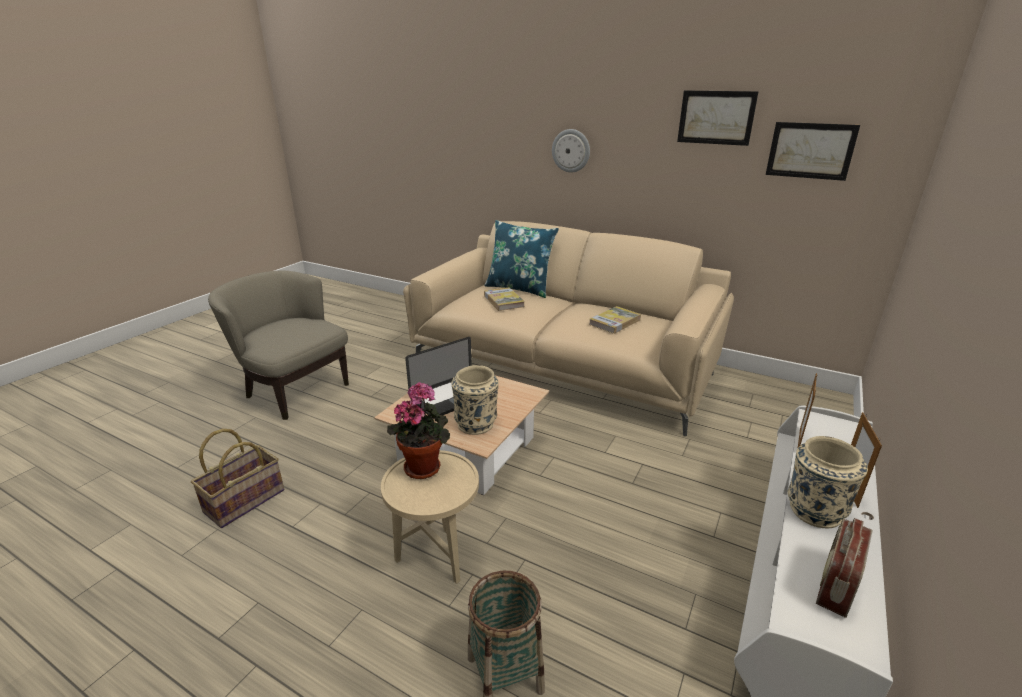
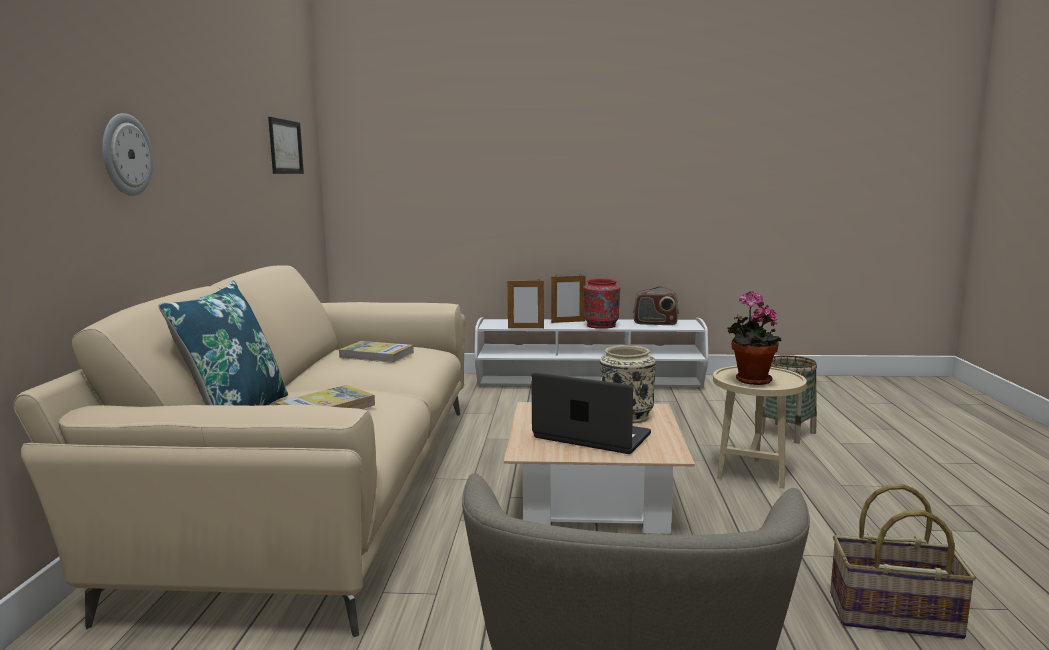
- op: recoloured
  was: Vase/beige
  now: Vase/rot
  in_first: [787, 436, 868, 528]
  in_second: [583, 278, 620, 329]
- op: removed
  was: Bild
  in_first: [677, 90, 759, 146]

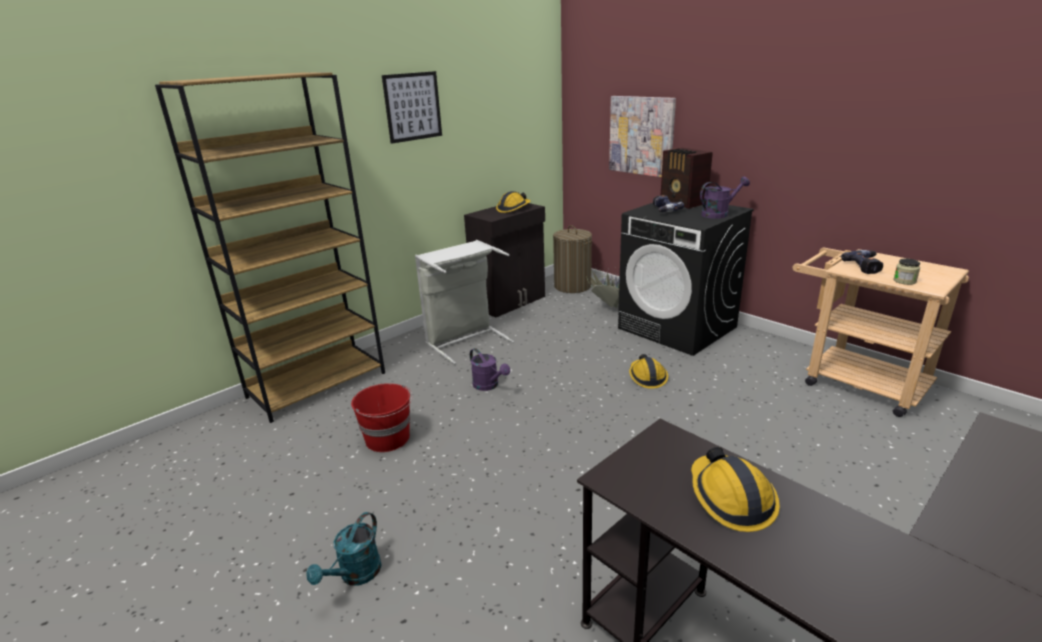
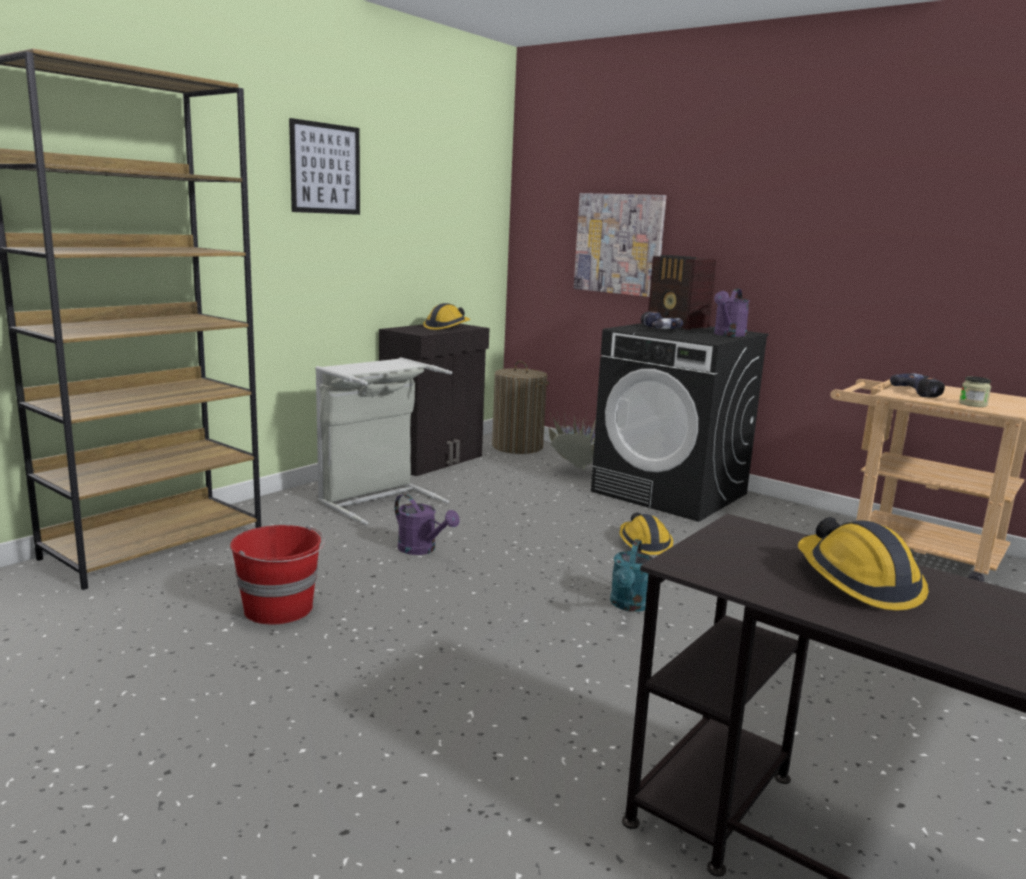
- op: moved
  was: Gießkanne/türkis
  in_first: [306, 512, 382, 585]
  in_second: [610, 539, 653, 612]
- op: turned
  was: Gießkanne/lila
  in_first: [700, 176, 750, 219]
  in_second: [714, 289, 750, 337]
  clockwise: 150

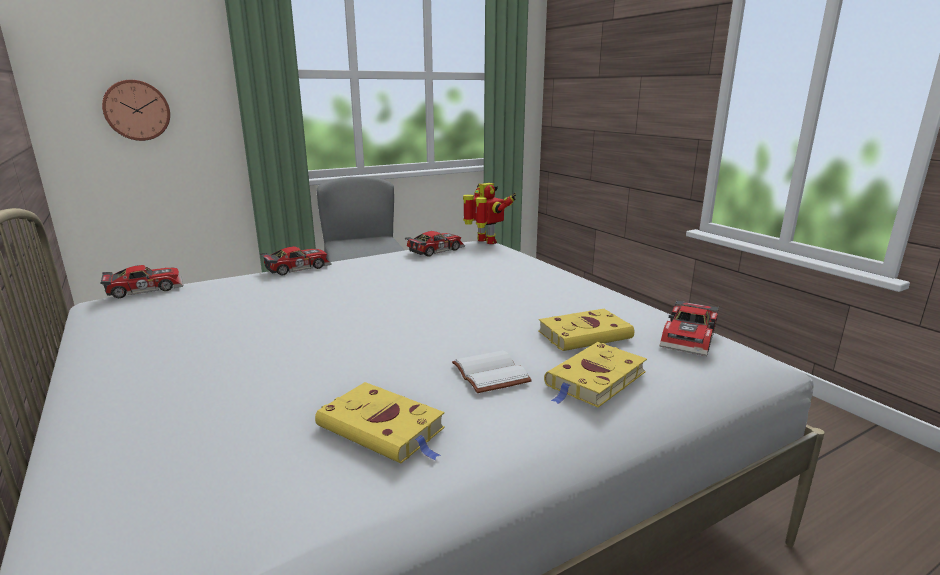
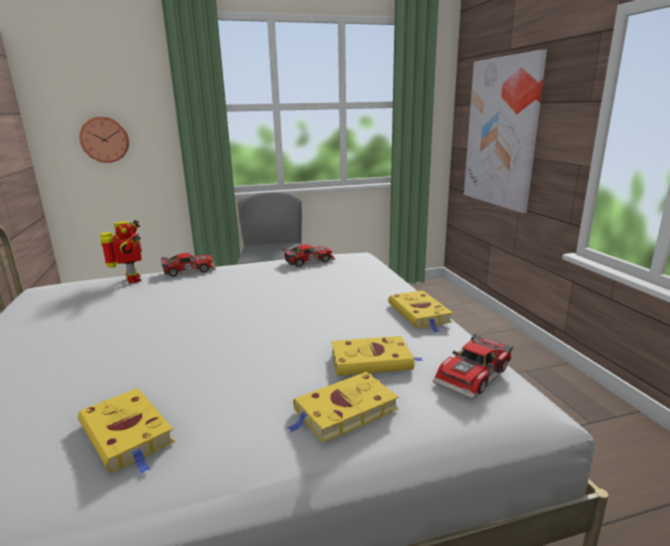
- op: moved
  was: Spielzeugroboter
  in_first: [463, 183, 516, 244]
  in_second: [100, 220, 142, 283]
- op: added
  now: Buch/gelb
  in_second: [388, 290, 453, 333]
- op: added
  now: Bild
  in_second: [464, 49, 547, 213]
- op: removed
  was: Spielzeugauto
  in_first: [100, 265, 183, 298]
- op: removed
  was: Buch/weiß
  in_first: [452, 350, 532, 393]

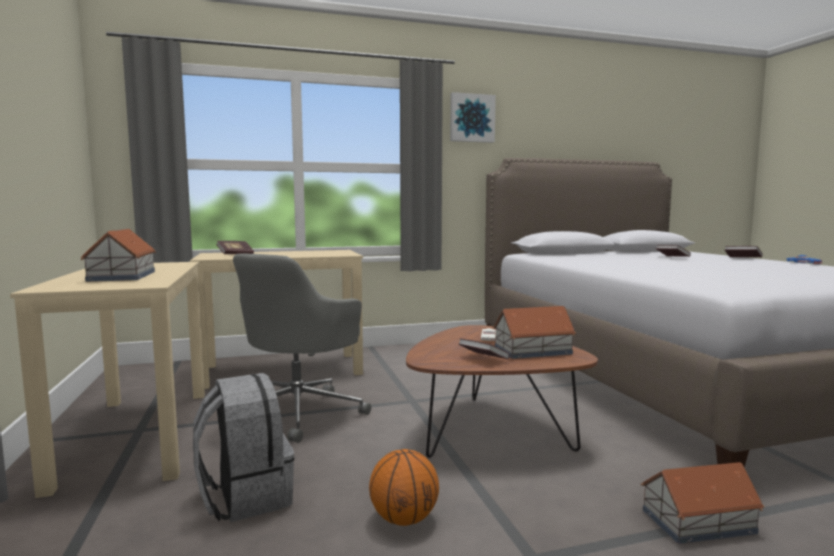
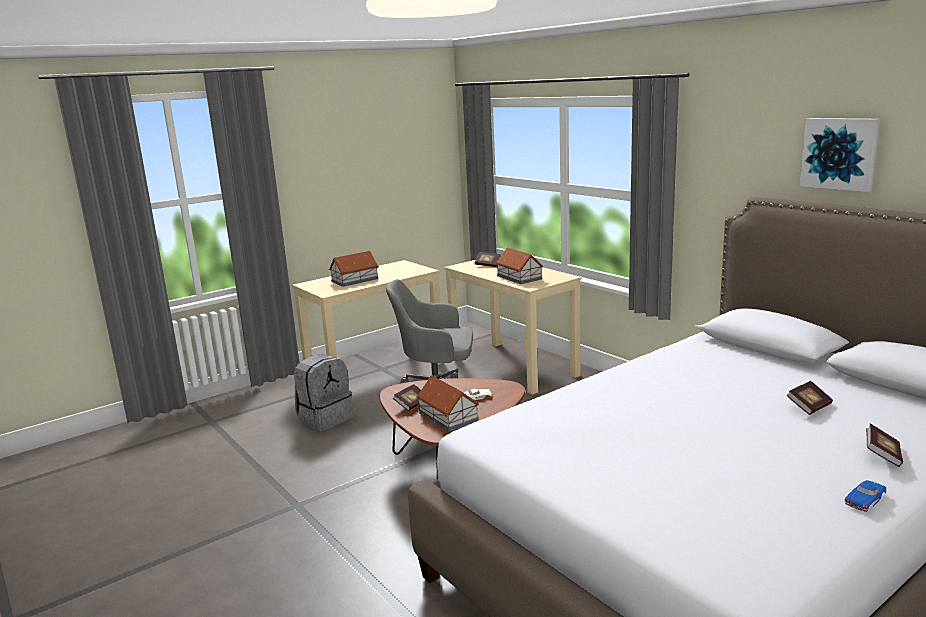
- op: moved
  was: Spielzeughaus
  in_first: [641, 462, 765, 544]
  in_second: [495, 247, 543, 284]
- op: moved
  was: Bild
  in_first: [450, 92, 496, 143]
  in_second: [800, 118, 880, 192]
- op: removed
  was: Basketball
  in_first: [369, 449, 439, 526]

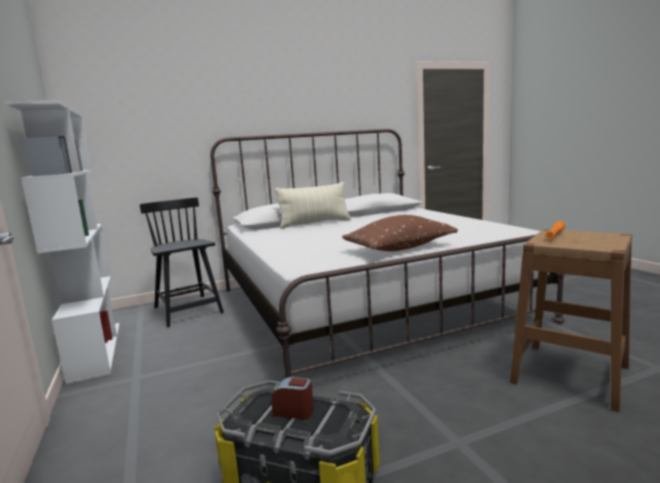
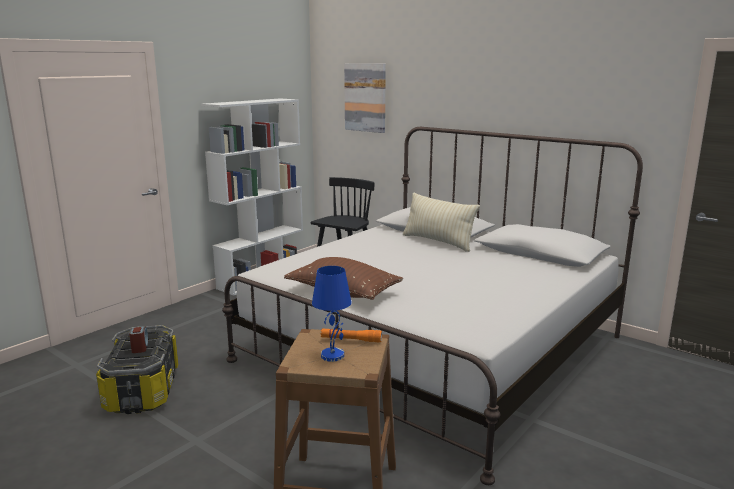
- op: added
  now: Tischlampe/blau
  in_second: [312, 266, 352, 362]
- op: added
  now: Bild
  in_second: [344, 63, 386, 133]

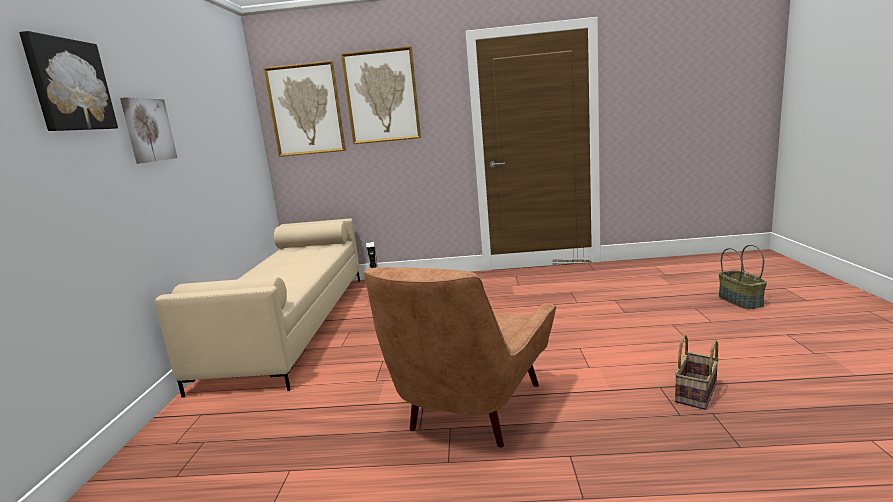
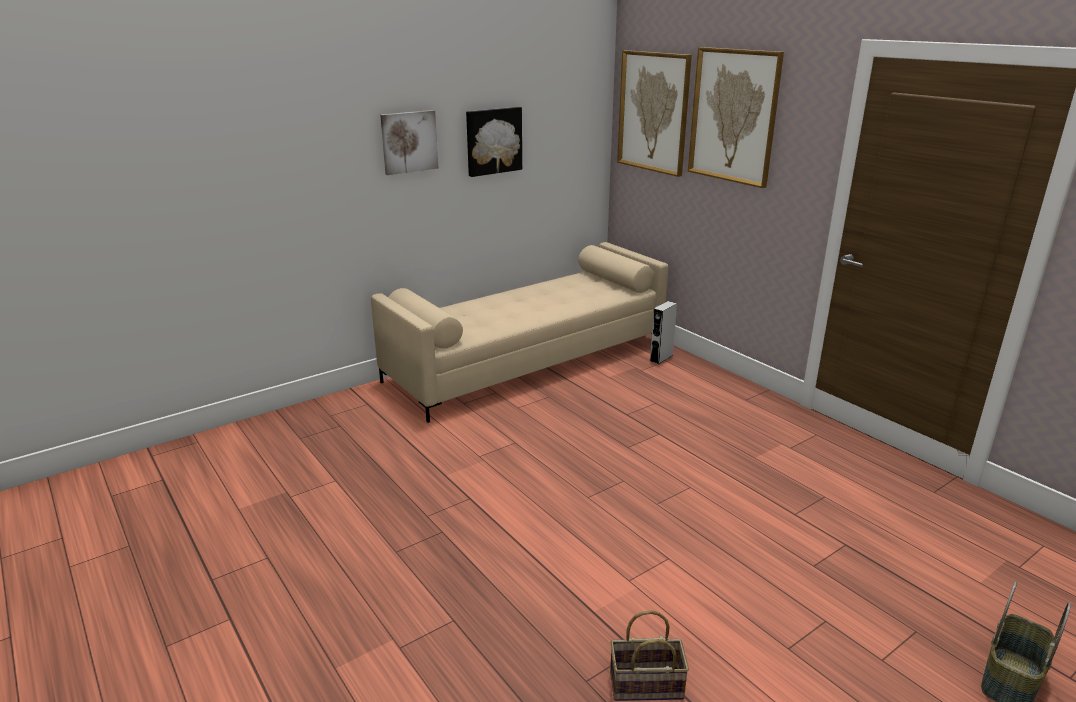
- op: moved
  was: Bild
  in_first: [19, 31, 118, 131]
  in_second: [466, 107, 522, 177]
- op: removed
  was: Sessel/braun
  in_first: [364, 267, 556, 448]

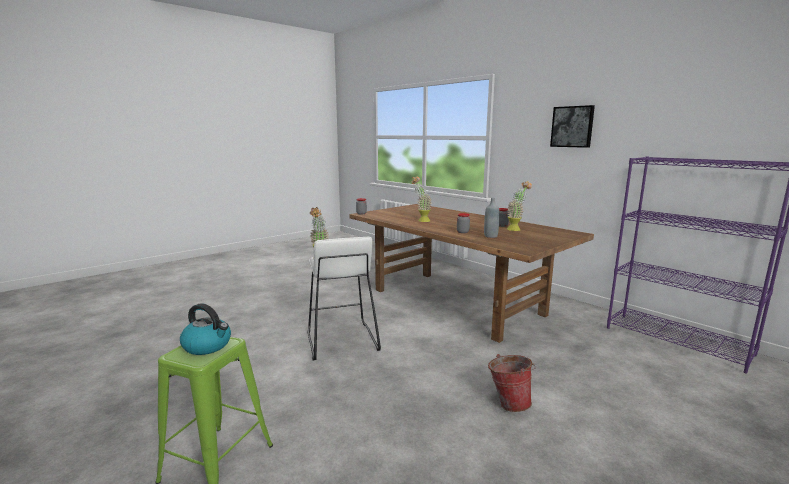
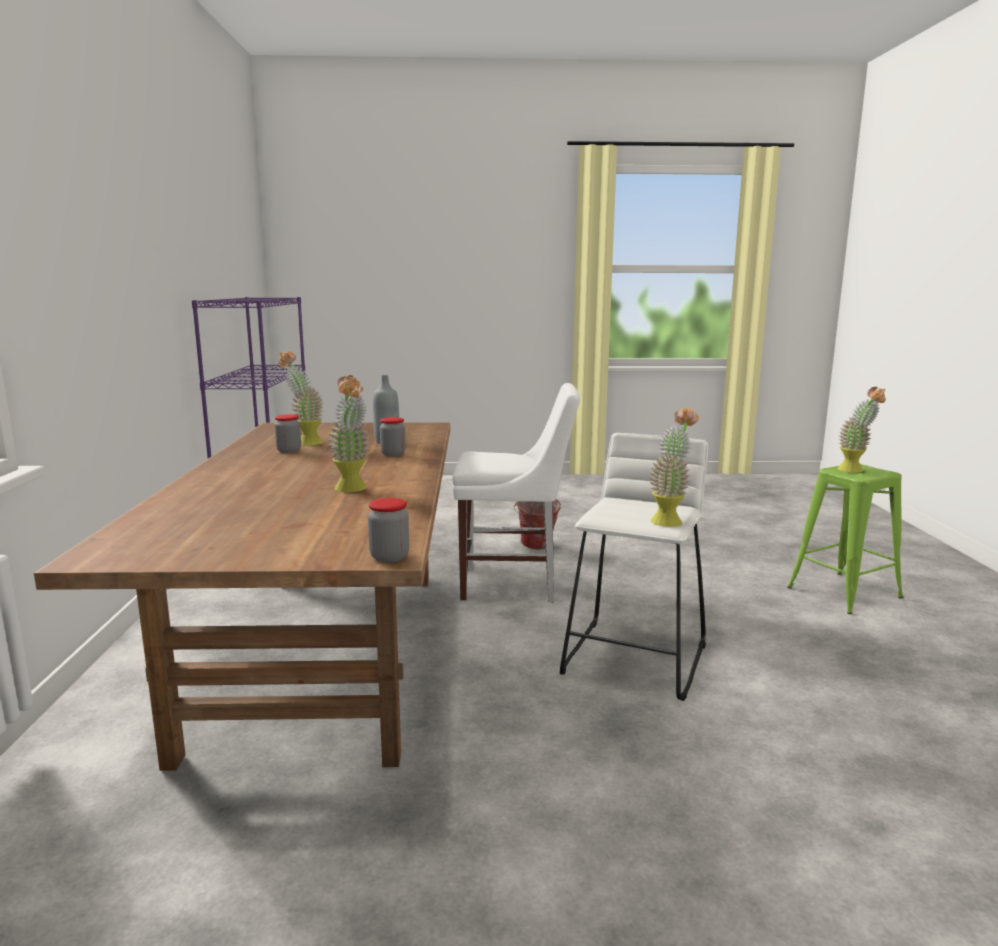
- op: added
  now: Stuhl/weiß
  in_second: [452, 383, 580, 602]
- op: replaced
  was: Wasserkessel
  now: Topfpflanze
  in_first: [180, 303, 231, 355]
  in_second: [838, 387, 886, 473]
- op: removed
  was: Bild
  in_first: [550, 105, 595, 148]

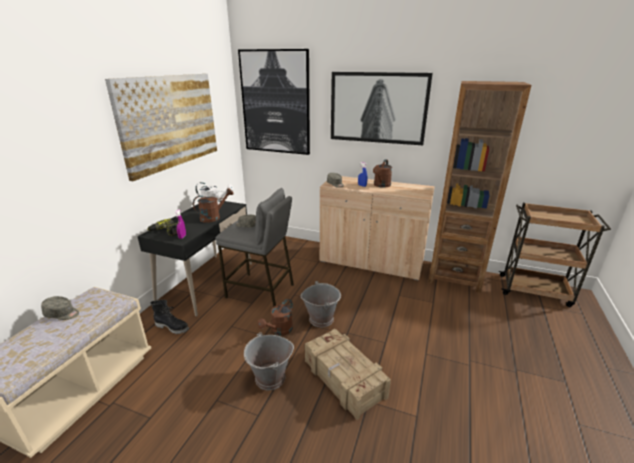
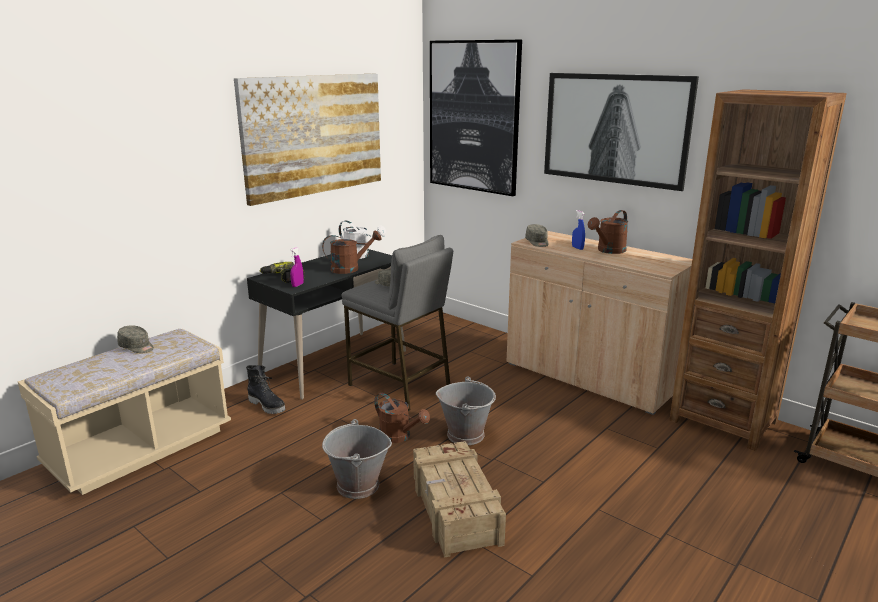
- op: turned
  was: Gießkanne/braun
  in_first: [258, 299, 293, 336]
  in_second: [374, 393, 430, 443]
  clockwise: -105

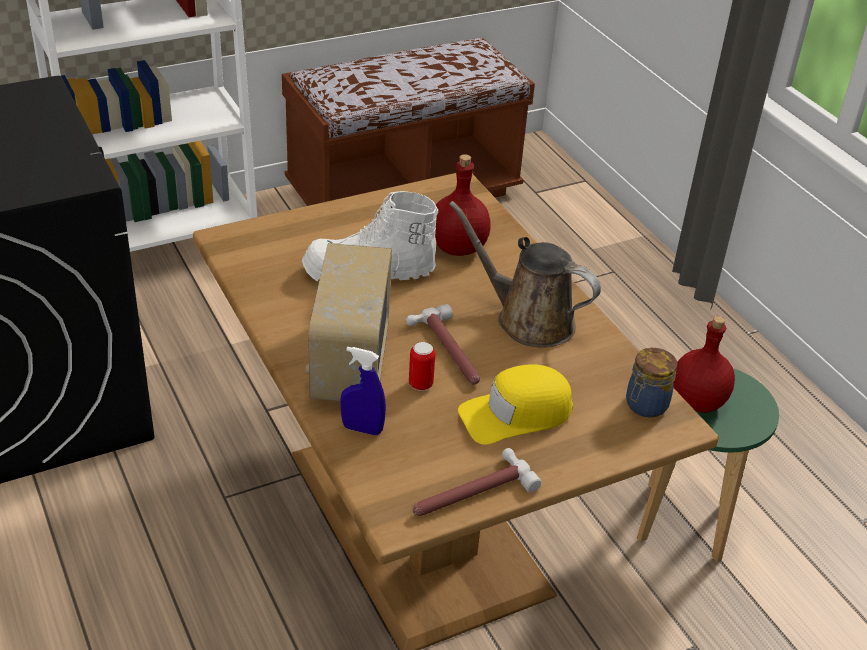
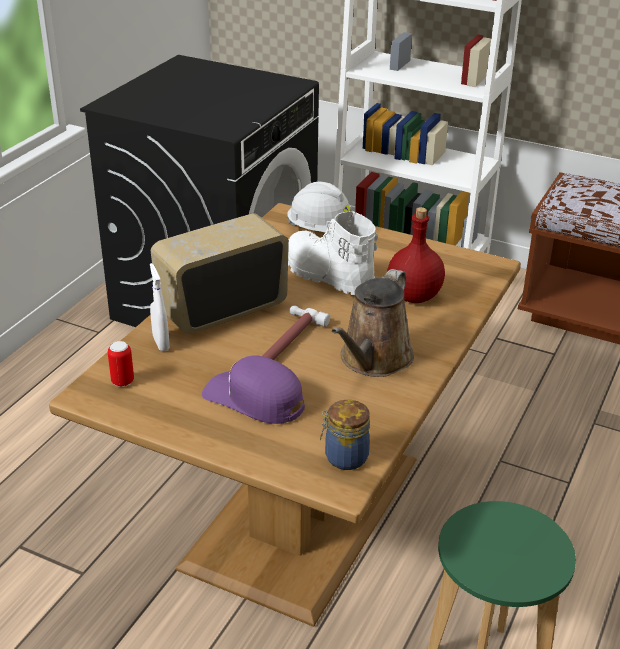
- op: moved
  was: Dose
  in_first: [409, 342, 435, 391]
  in_second: [108, 341, 134, 387]
- op: recoloured
  was: Sprühflasche/blau
  now: Sprühflasche/weiß
  in_first: [340, 347, 386, 435]
  in_second: [150, 263, 170, 351]
- op: recoloured
  was: Kappe/gelb
  now: Kappe/lila
  in_first: [458, 364, 573, 445]
  in_second: [202, 355, 305, 424]
- op: added
  now: Schutzhelm/weiß
  in_second: [287, 182, 354, 233]
- op: turned
  was: Gießkanne/braun
  in_first: [449, 201, 601, 347]
  in_second: [332, 269, 414, 377]
  clockwise: -150
- op: removed
  was: Hammer
  in_first: [413, 448, 541, 516]
- op: removed
  was: Flasche/rot
  in_first: [673, 316, 735, 413]

